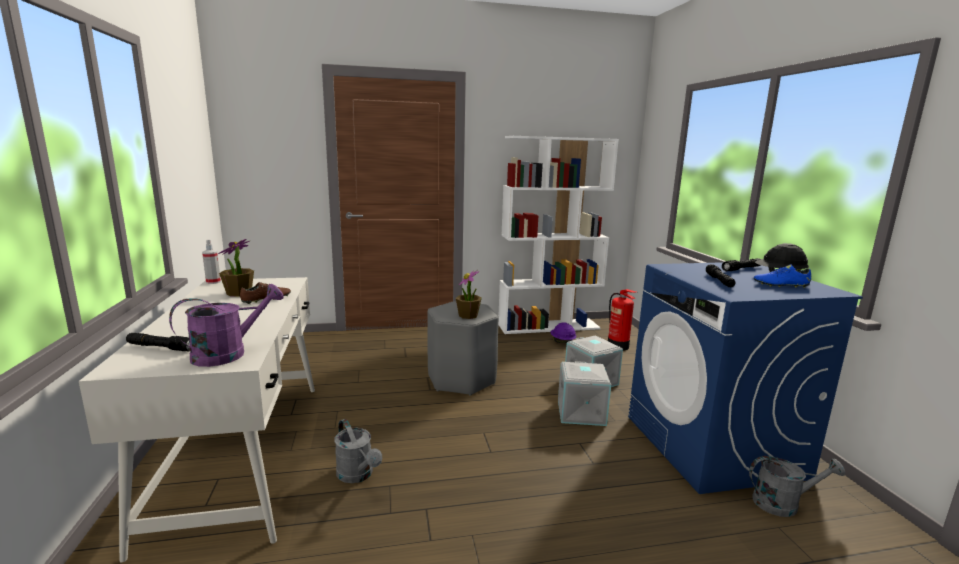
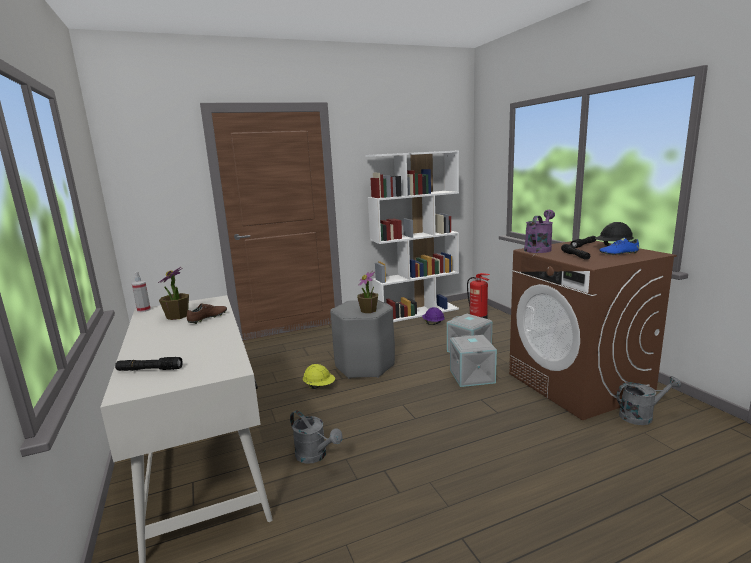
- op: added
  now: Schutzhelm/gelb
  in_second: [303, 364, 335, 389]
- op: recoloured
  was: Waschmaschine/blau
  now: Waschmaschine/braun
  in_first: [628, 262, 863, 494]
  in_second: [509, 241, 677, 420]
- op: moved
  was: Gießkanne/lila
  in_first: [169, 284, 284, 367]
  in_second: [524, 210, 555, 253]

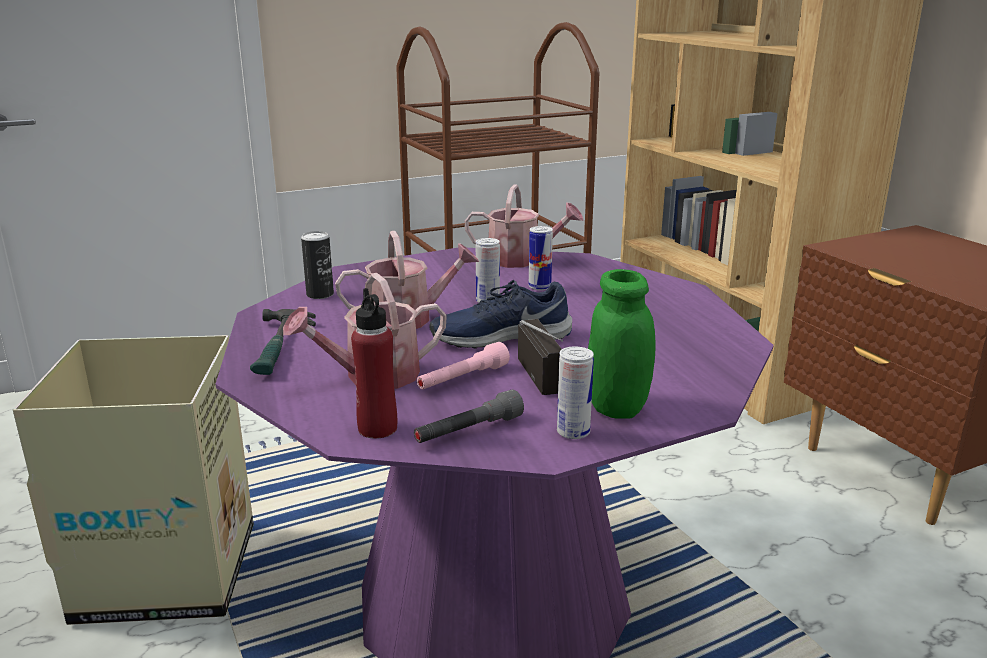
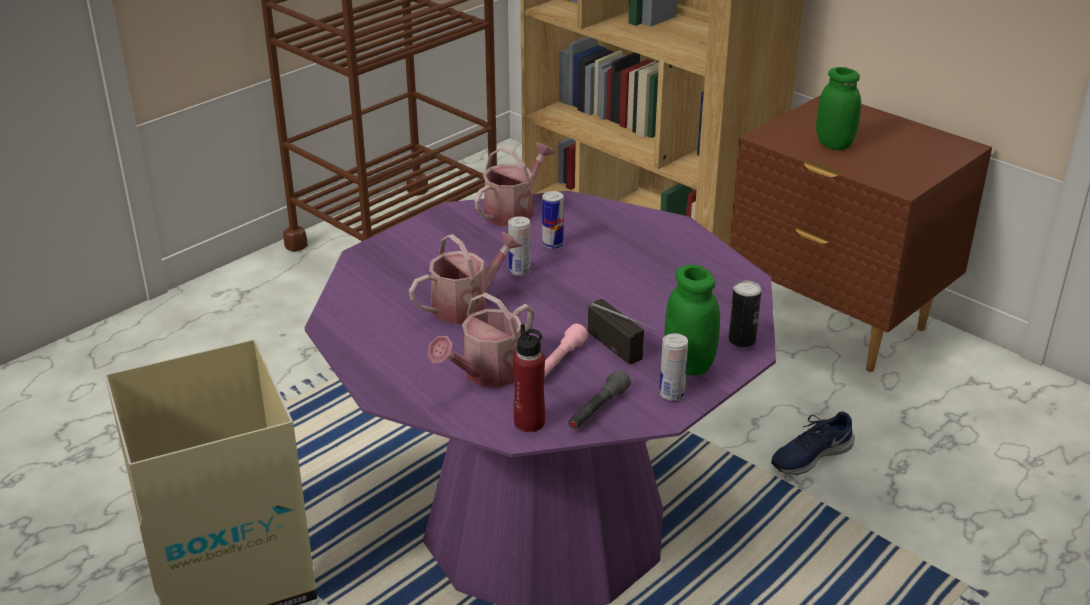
- op: turned
  was: Gießkanne
  in_first: [464, 185, 584, 268]
  in_second: [475, 143, 554, 226]
  clockwise: -45
- op: moved
  was: Dose
  in_first: [301, 231, 334, 299]
  in_second: [729, 280, 762, 347]
- op: moved
  was: Schuh/blau
  in_first: [430, 280, 572, 349]
  in_second: [771, 412, 855, 475]
- op: added
  now: Vorratsglas/grün
  in_second: [816, 67, 861, 150]
- op: removed
  was: Hammer
  in_first: [250, 309, 316, 375]

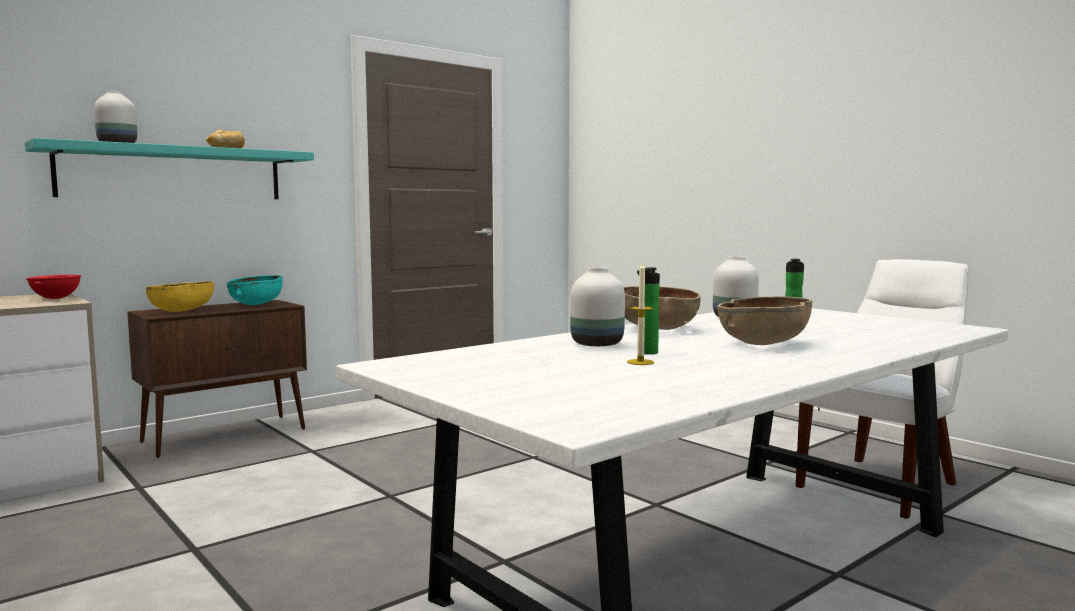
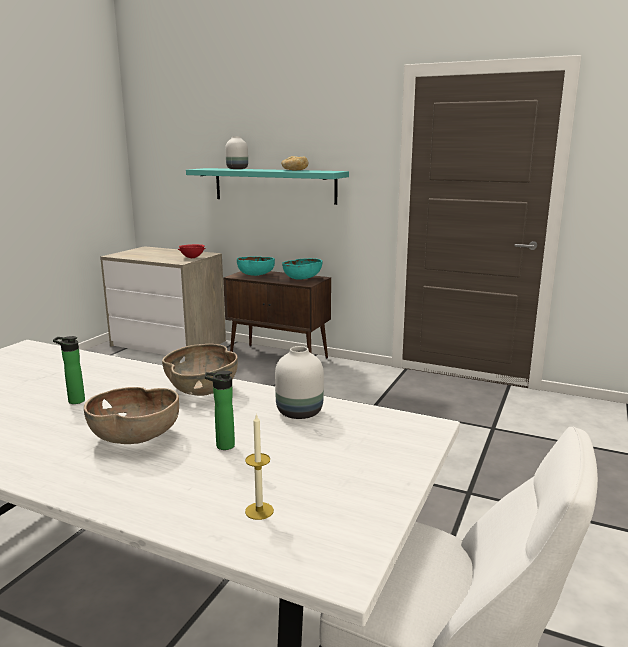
- op: recoloured
  was: Schüssel/gelb
  now: Schüssel/türkis
  in_first: [146, 281, 214, 312]
  in_second: [237, 256, 275, 276]
- op: moved
  was: Kerze
  in_first: [627, 262, 654, 365]
  in_second: [245, 413, 274, 520]
- op: removed
  was: Vase/weiß
  in_first: [570, 267, 625, 346]

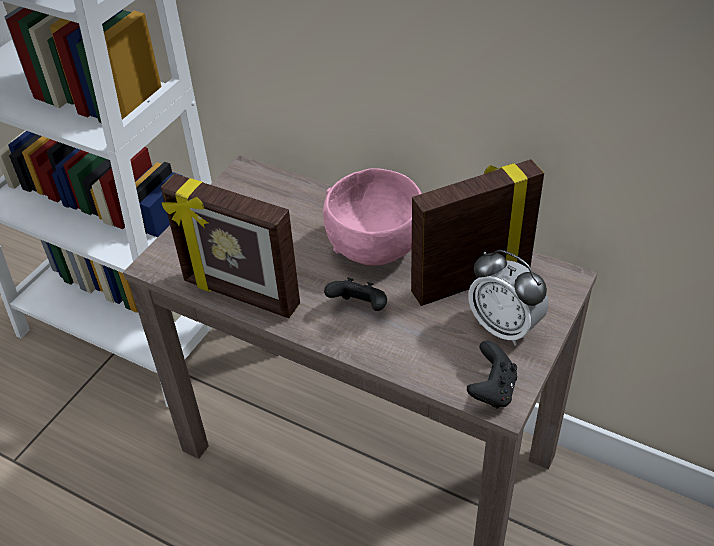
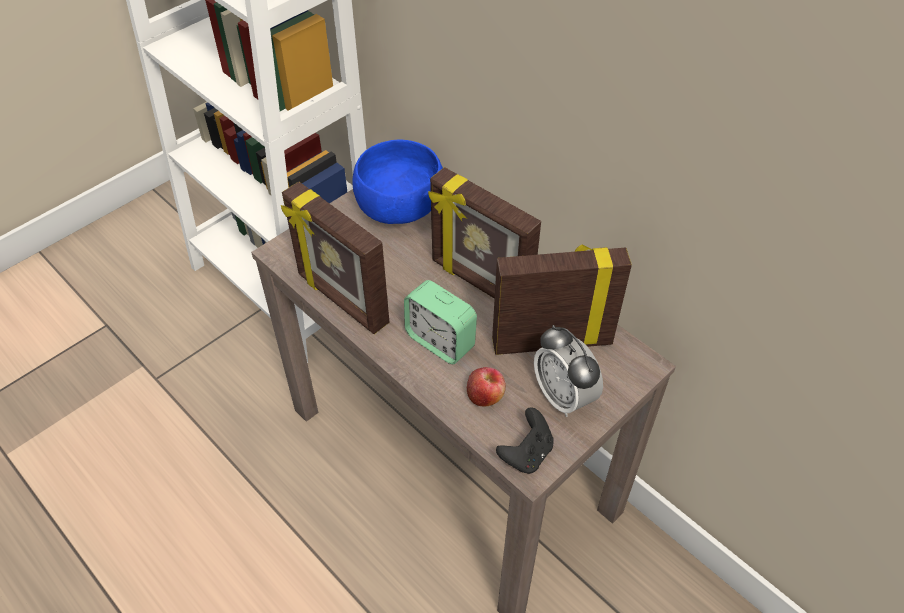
- op: added
  now: Schüssel/blau
  in_second: [352, 139, 443, 224]
- op: replaced
  was: Gamepad/schwarz
  now: Wecker
  in_first: [324, 277, 387, 311]
  in_second: [404, 280, 477, 364]
- op: replaced
  was: Schüssel/rosa
  now: Bilderrahmen
  in_first: [323, 168, 422, 265]
  in_second: [428, 167, 541, 299]
- op: added
  now: Apfel
  in_second: [467, 367, 506, 406]

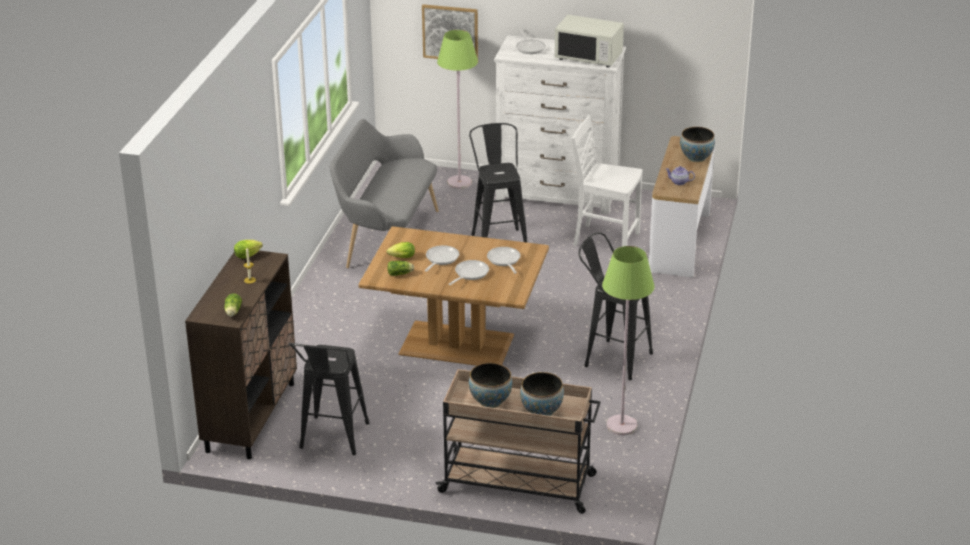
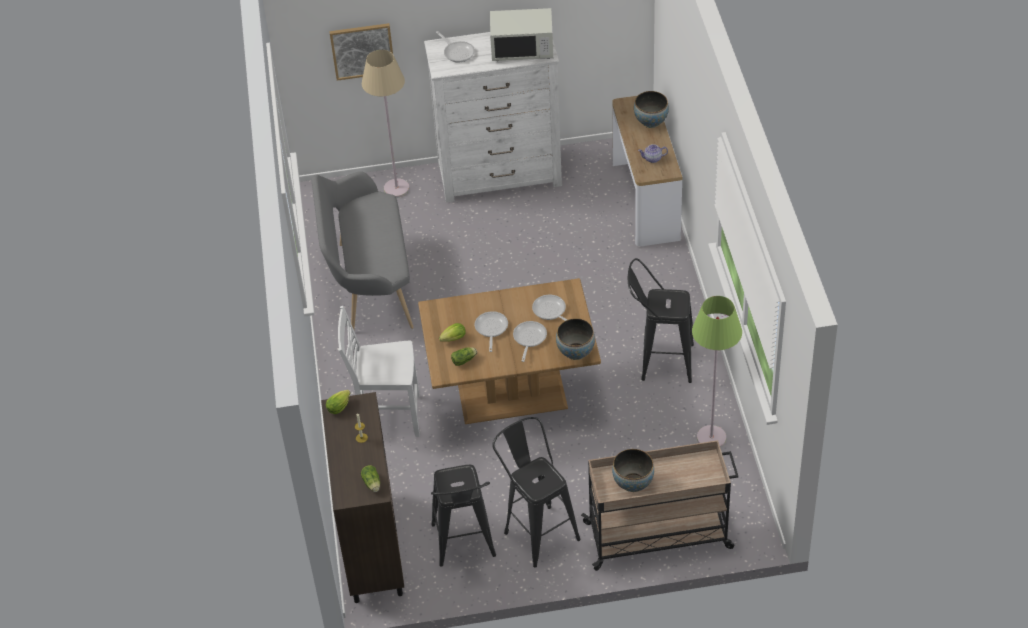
- op: moved
  was: Stuhl/weiß
  in_first: [572, 115, 642, 247]
  in_second: [338, 306, 420, 437]
- op: recoloured
  was: Stehlampe/grün
  now: Stehlampe/beige
  in_first: [437, 30, 478, 189]
  in_second: [362, 50, 410, 198]
- op: moved
  was: Hocker/schwarz
  in_first: [469, 123, 527, 242]
  in_second: [493, 417, 581, 567]
- op: moved
  was: Schüssel
  in_first: [520, 372, 564, 416]
  in_second: [556, 318, 595, 360]

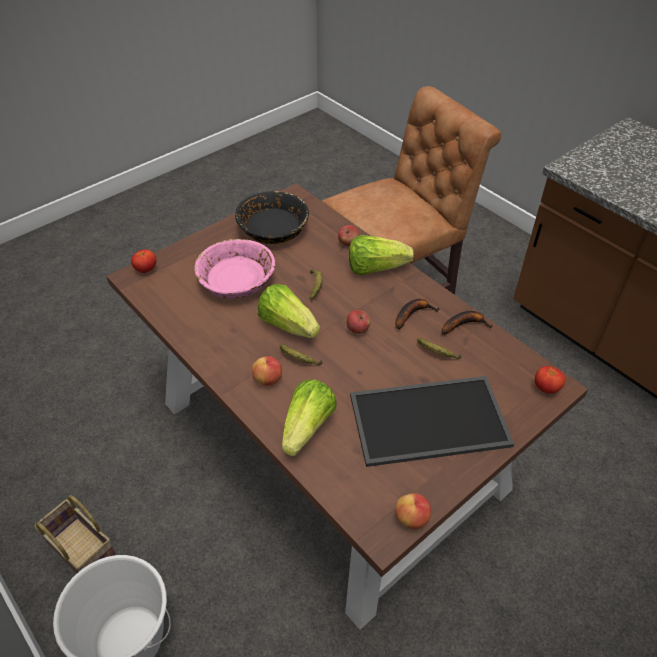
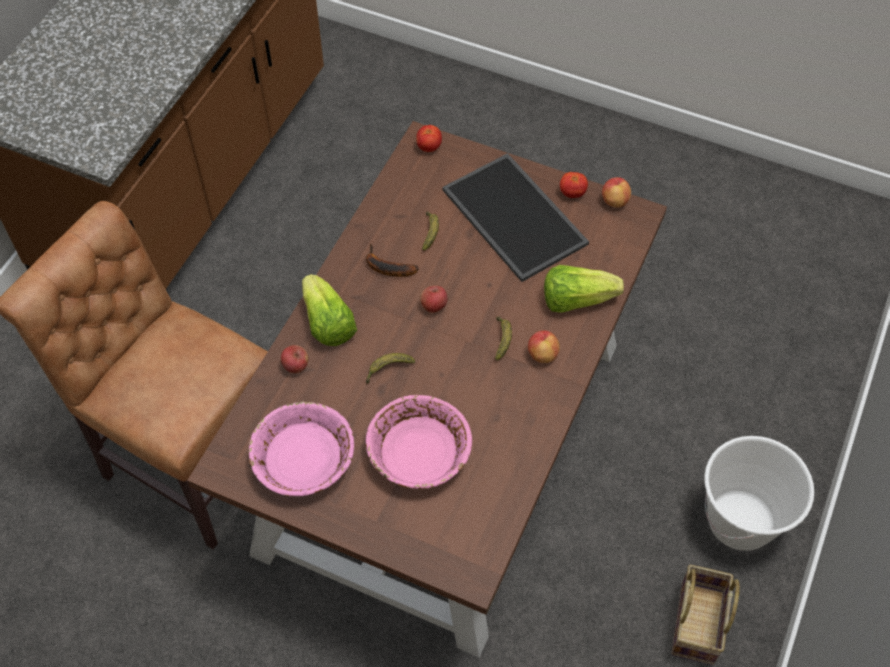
- op: recoloured
  was: Schüssel/schwarz
  now: Schüssel/rosa
  in_first: [235, 191, 309, 244]
  in_second: [249, 401, 354, 496]
- op: moved
  was: Tomate
  in_first: [131, 249, 156, 273]
  in_second: [560, 172, 588, 198]
- op: removed
  was: Salatkopf
  in_first: [258, 284, 320, 338]
- op: removed
  was: Banane
  in_first: [442, 311, 493, 335]

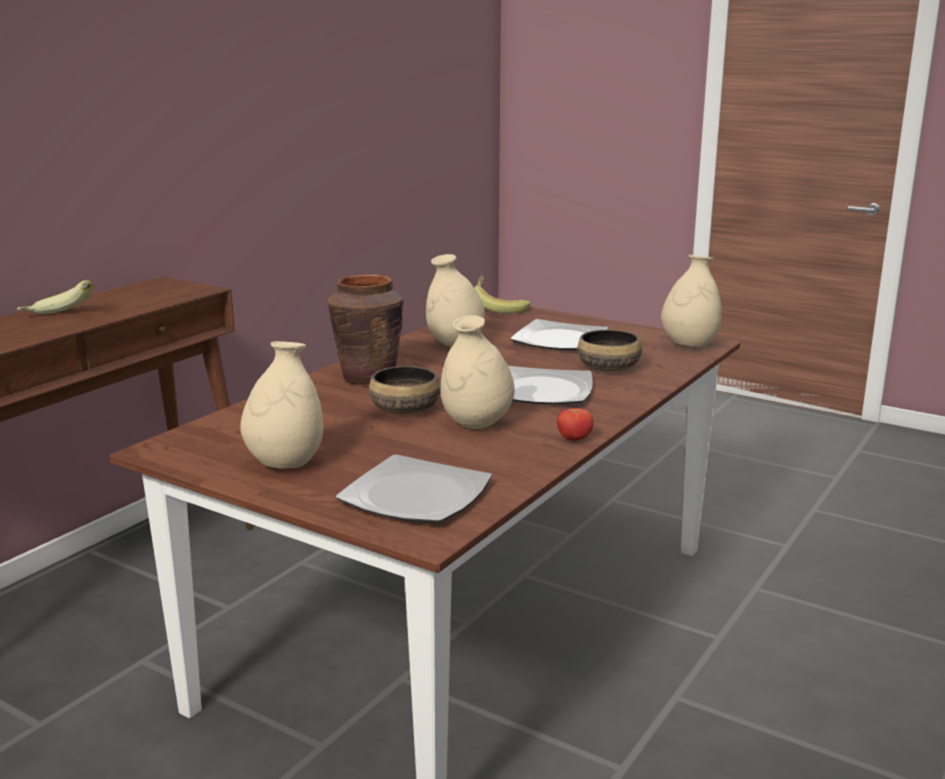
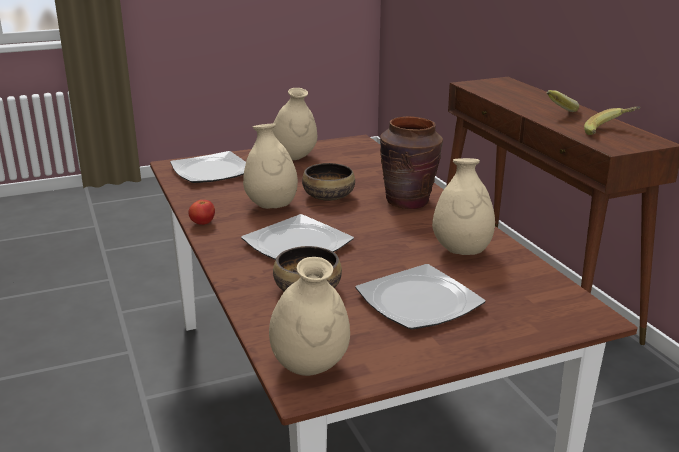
- op: moved
  was: Banane
  in_first: [474, 275, 531, 313]
  in_second: [584, 106, 640, 135]

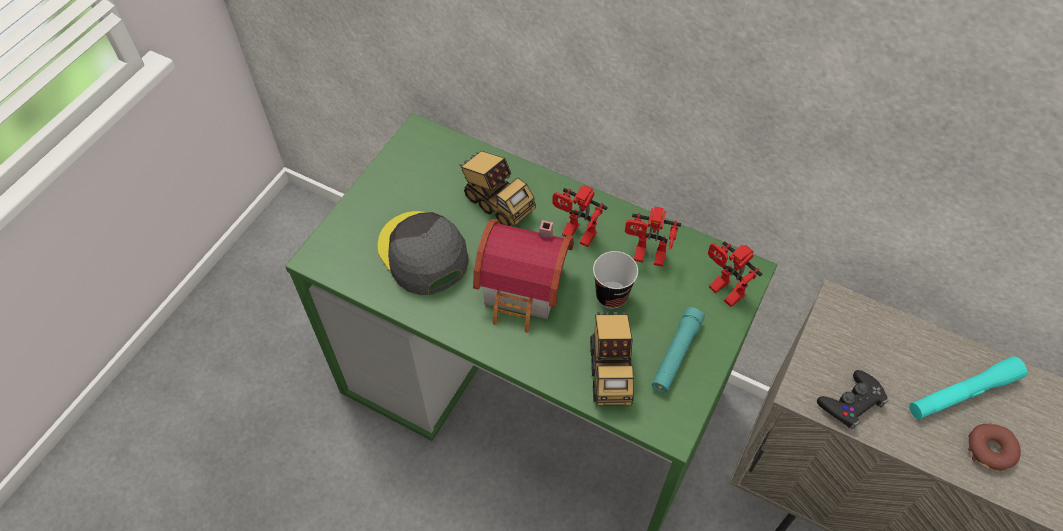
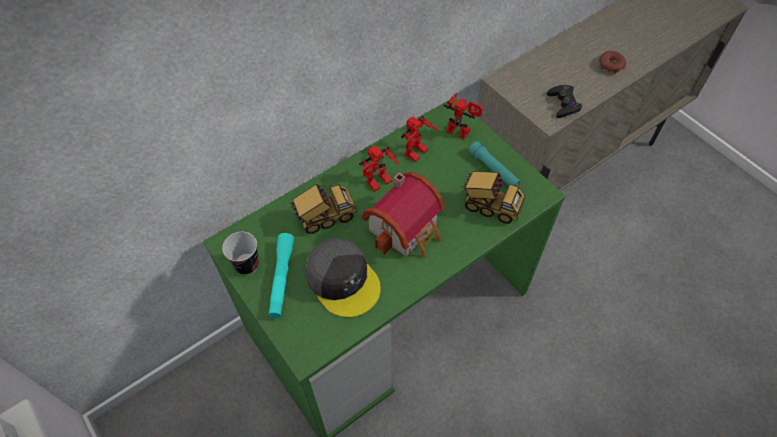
- op: moved
  was: Tasse
  in_first: [593, 251, 638, 309]
  in_second: [222, 232, 259, 275]
- op: moved
  was: Taschenlampe/türkis
  in_first: [909, 356, 1027, 420]
  in_second: [268, 233, 294, 318]
- op: turned
  was: Kappe/grau
  in_first: [378, 211, 469, 295]
  in_second: [305, 238, 381, 317]
  clockwise: -120
- op: turned
  was: Spielzeugroboter
  in_first: [708, 241, 762, 307]
  in_second: [444, 93, 483, 139]
  clockwise: -135

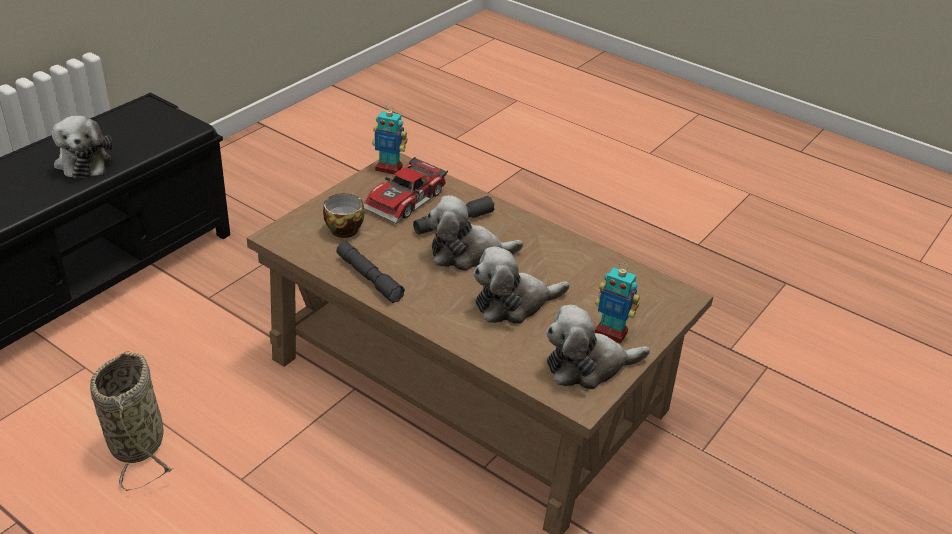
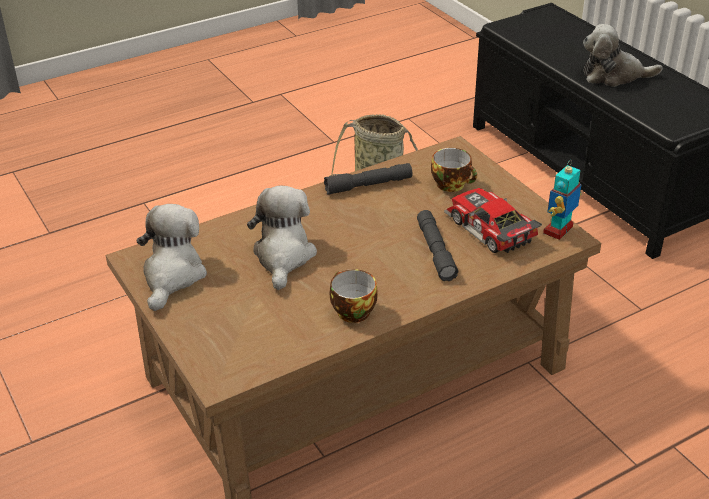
- op: added
  now: Tasse
  in_second: [329, 269, 378, 323]
- op: removed
  was: Plüschtier
  in_first: [426, 195, 523, 271]
- op: removed
  was: Spielzeugroboter
  in_first: [595, 263, 640, 344]

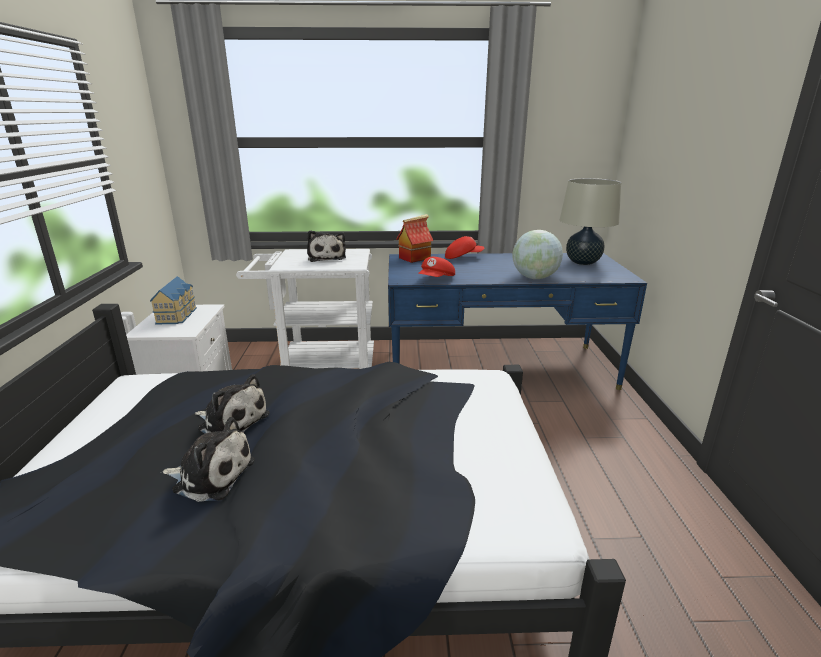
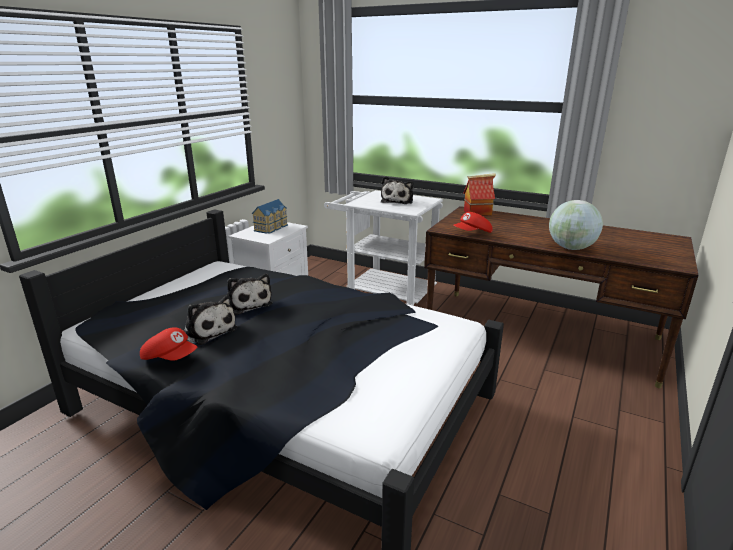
- op: moved
  was: Kappe/rot
  in_first: [445, 236, 484, 259]
  in_second: [140, 327, 197, 361]
- op: recoloured
  was: Schreibtisch/blau
  now: Schreibtisch/braun
  in_first: [388, 253, 647, 390]
  in_second: [424, 206, 698, 388]
- op: removed
  was: Tischlampe/beige
  in_first: [560, 178, 621, 265]

